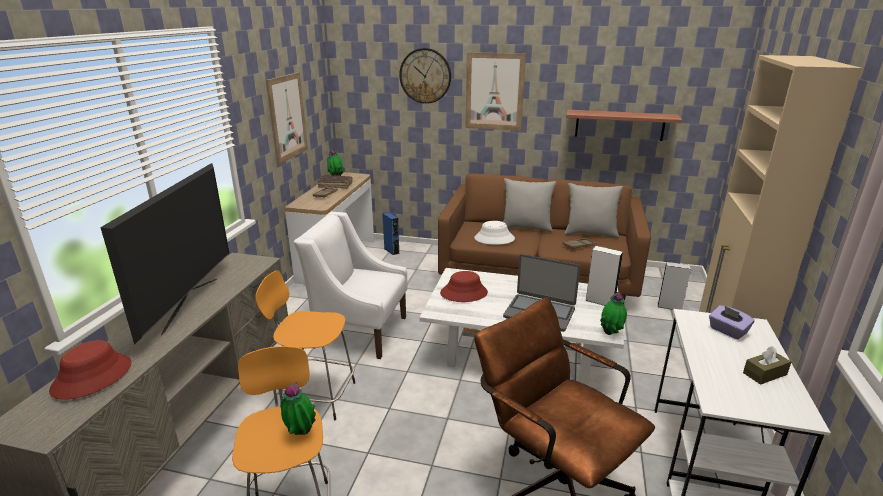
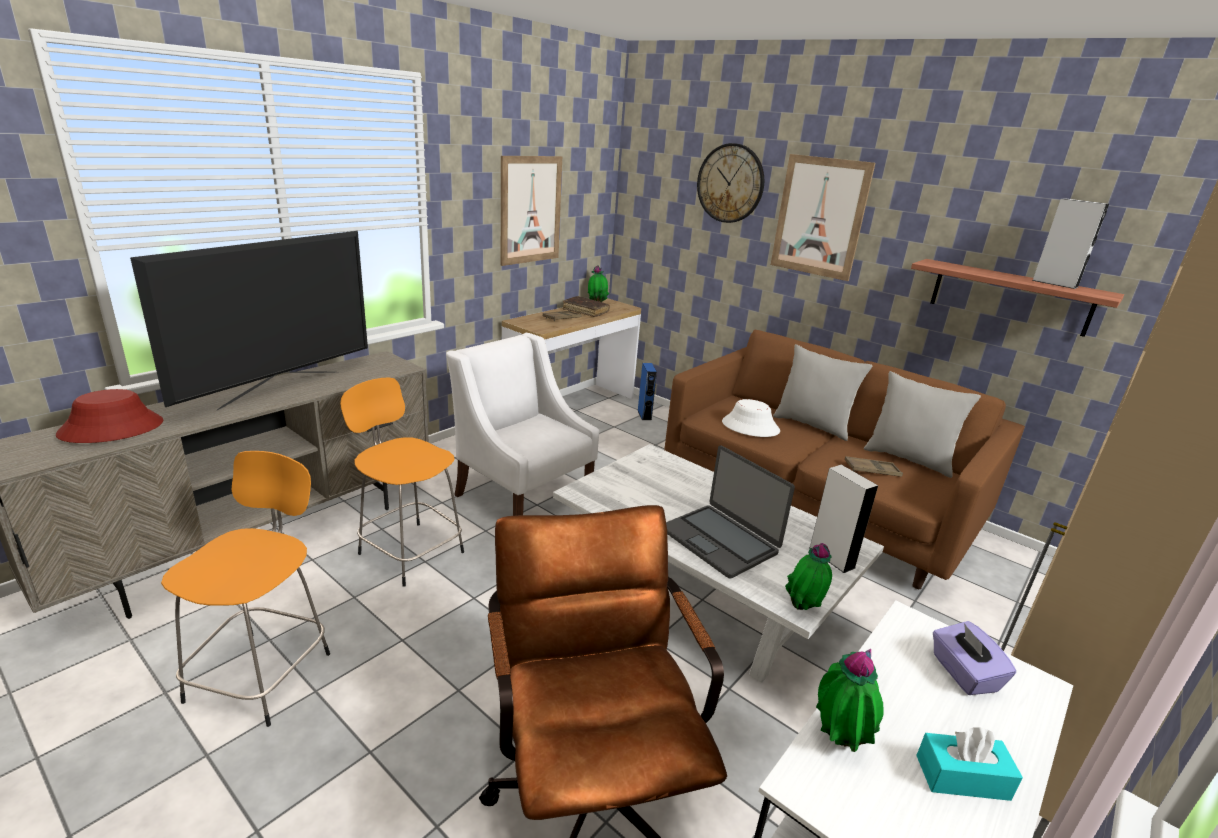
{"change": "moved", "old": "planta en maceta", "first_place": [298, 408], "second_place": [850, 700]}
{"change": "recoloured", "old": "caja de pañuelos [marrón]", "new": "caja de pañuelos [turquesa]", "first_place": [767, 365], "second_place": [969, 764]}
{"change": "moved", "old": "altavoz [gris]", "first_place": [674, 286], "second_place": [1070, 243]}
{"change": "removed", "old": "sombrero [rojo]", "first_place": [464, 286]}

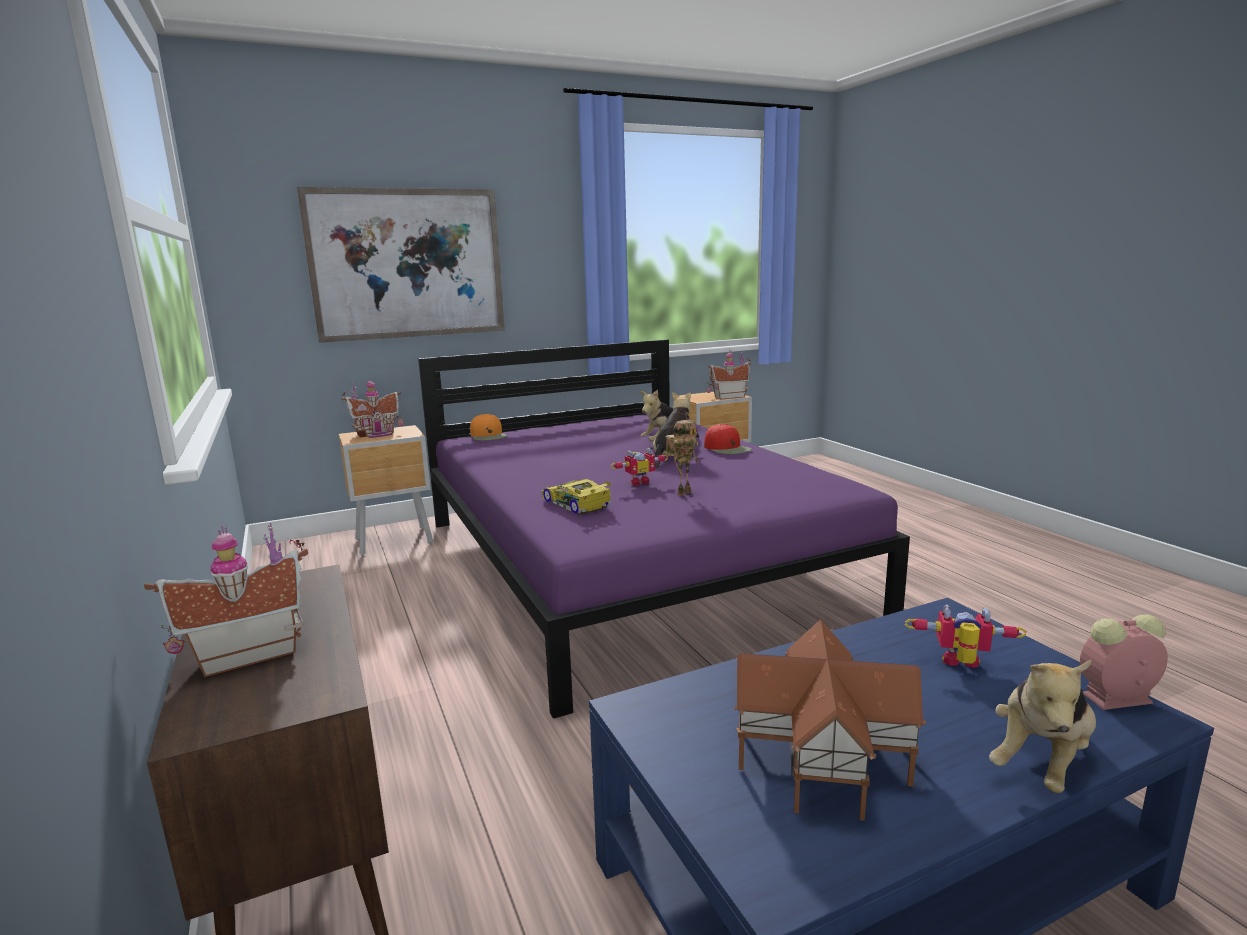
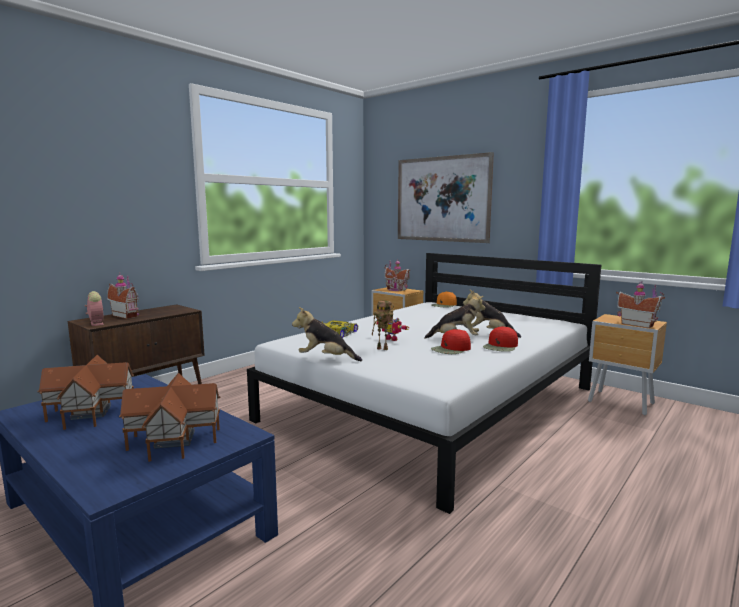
{"change": "moved", "old": "despertador", "first_place": [1124, 662], "second_place": [94, 308]}
{"change": "replaced", "old": "robot de juguete", "new": "casita", "first_place": [965, 636], "second_place": [169, 417]}
{"change": "recoloured", "old": "cama [morado]", "new": "cama [blanco]", "first_place": [664, 529], "second_place": [424, 383]}
{"change": "moved", "old": "peluche", "first_place": [1042, 726], "second_place": [327, 334]}
{"change": "added", "new": "gorra [rojo]", "second_place": [451, 341]}

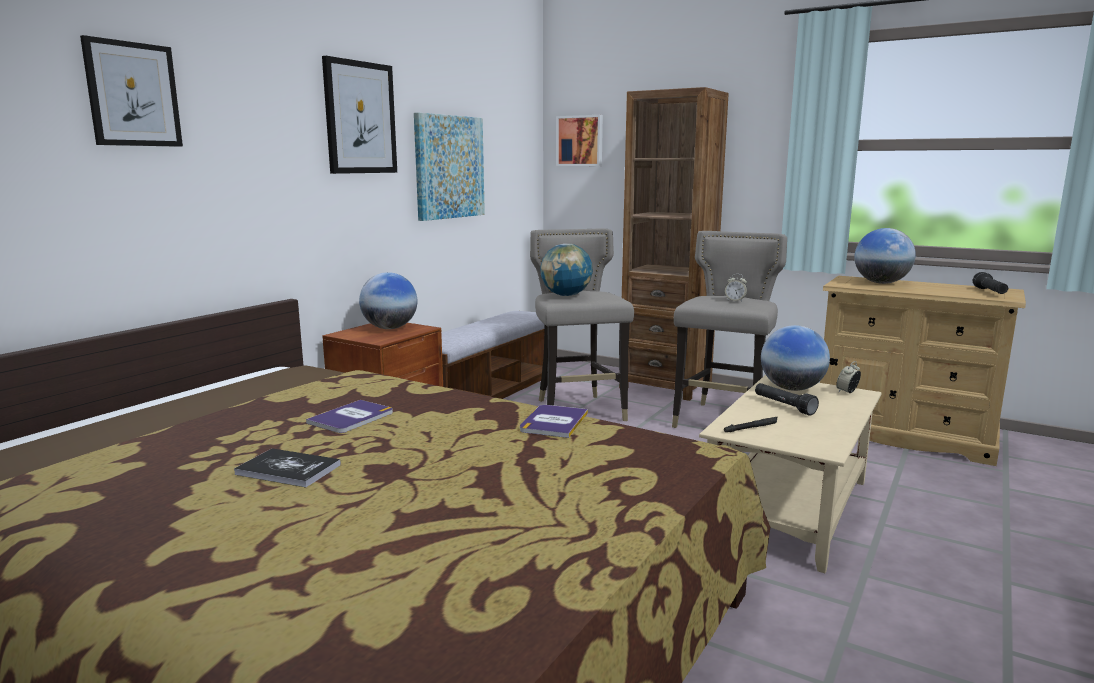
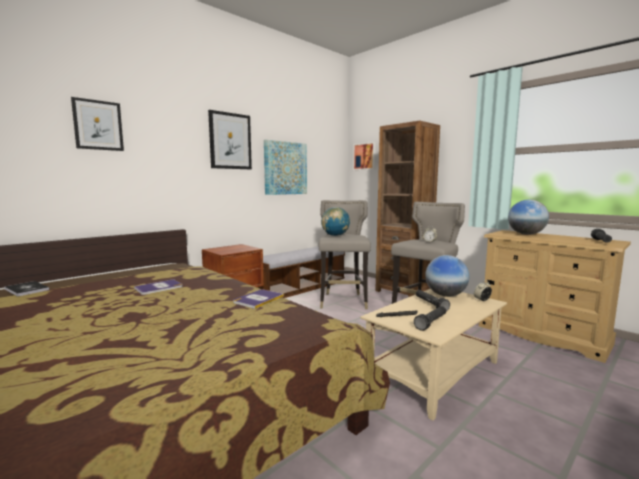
{"change": "moved", "old": "libro", "first_place": [287, 467], "second_place": [26, 289]}
{"change": "added", "new": "linterna [negro]", "second_place": [430, 318]}
{"change": "removed", "old": "globo terráqueo", "first_place": [388, 300]}

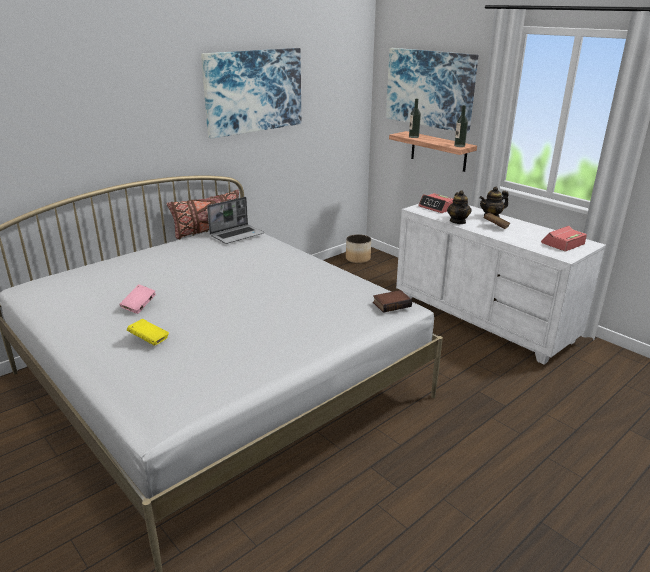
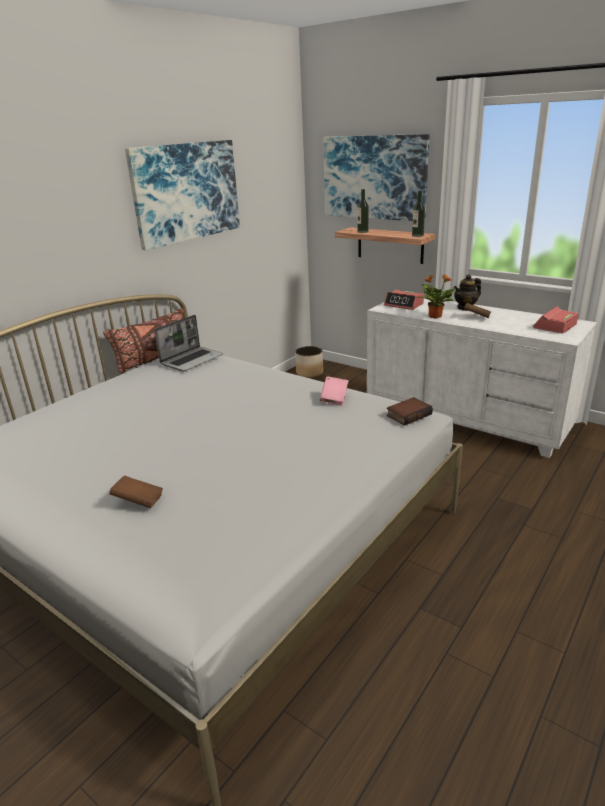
{"change": "recoloured", "old": "libro [amarillo]", "new": "libro [marrón]", "first_place": [148, 332], "second_place": [136, 492]}
{"change": "moved", "old": "libro [rosa]", "first_place": [137, 299], "second_place": [334, 391]}
{"change": "replaced", "old": "tetera", "new": "planta en maceta", "first_place": [459, 207], "second_place": [436, 296]}

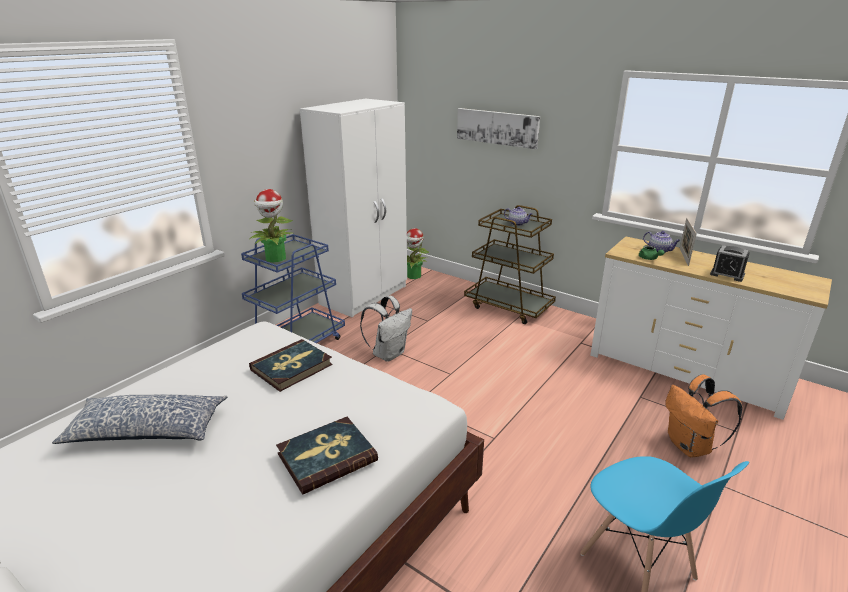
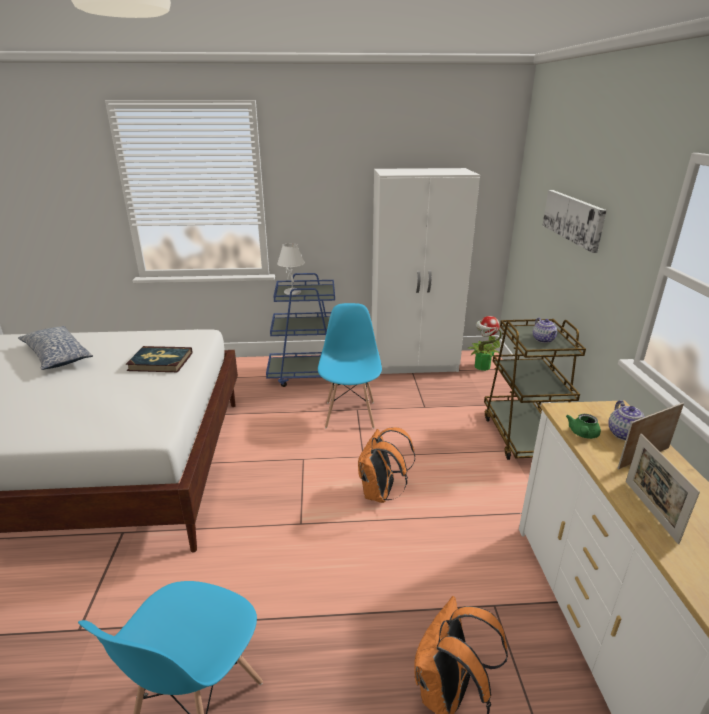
{"change": "replaced", "old": "planta en maceta", "new": "lámpara de mesa [blanco]", "first_place": [271, 225], "second_place": [291, 269]}
{"change": "replaced", "old": "mochila [blanco]", "new": "silla [azul]", "first_place": [386, 329], "second_place": [350, 366]}
{"change": "added", "new": "mochila [naranja]", "second_place": [386, 465]}
{"change": "replaced", "old": "despertador", "new": "portarretratos", "first_place": [730, 263], "second_place": [663, 489]}
{"change": "removed", "old": "libro", "first_place": [327, 455]}

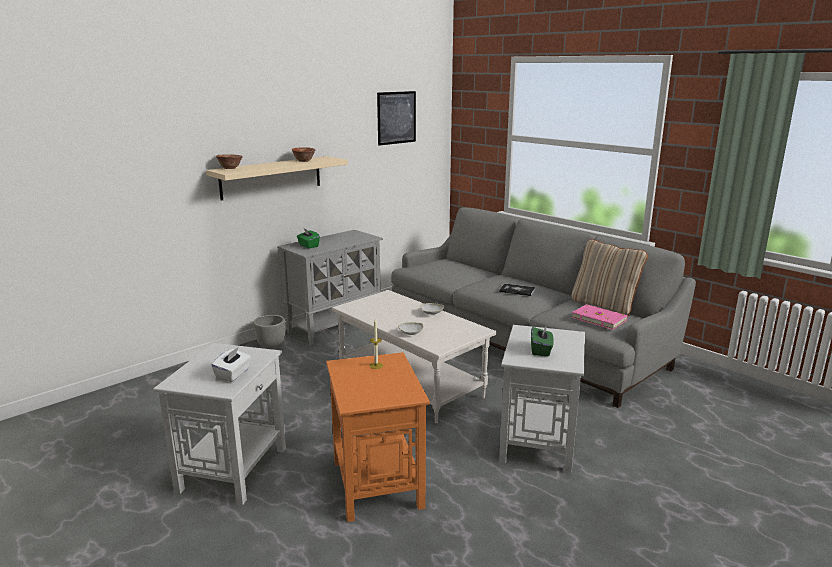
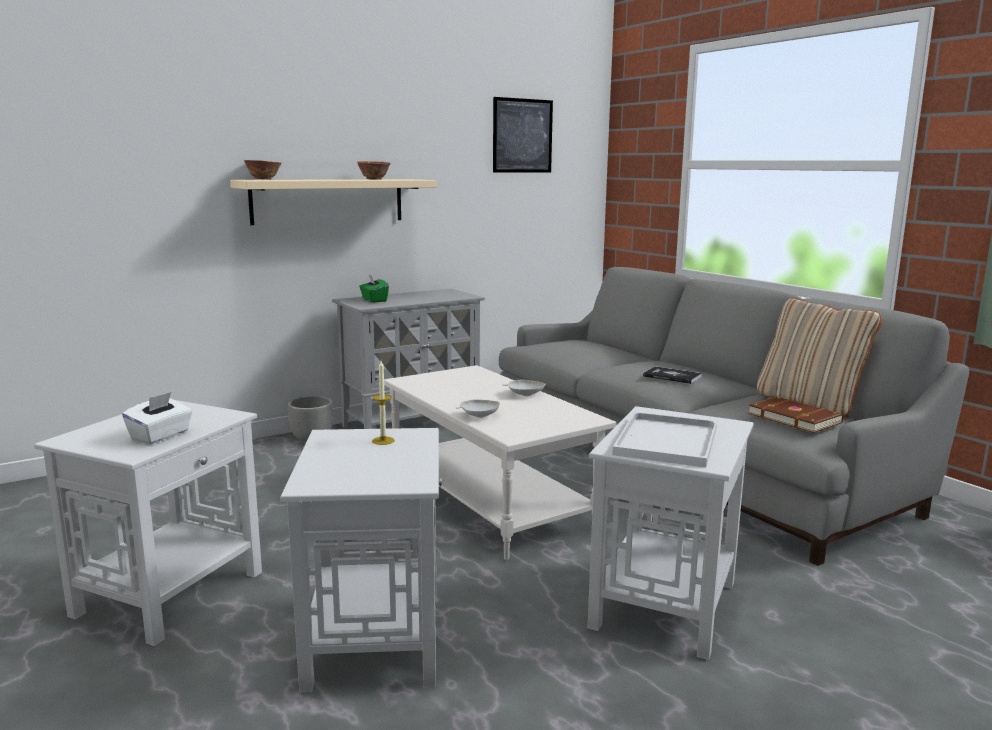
{"change": "recoloured", "old": "mesa auxiliar [naranja]", "new": "mesa auxiliar [blanco]", "first_place": [378, 437], "second_place": [361, 560]}
{"change": "replaced", "old": "caja de pañuelos [verde]", "new": "bandeja [blanco]", "first_place": [542, 341], "second_place": [664, 439]}
{"change": "recoloured", "old": "libro [rosa]", "new": "libro [marrón]", "first_place": [599, 317], "second_place": [796, 415]}

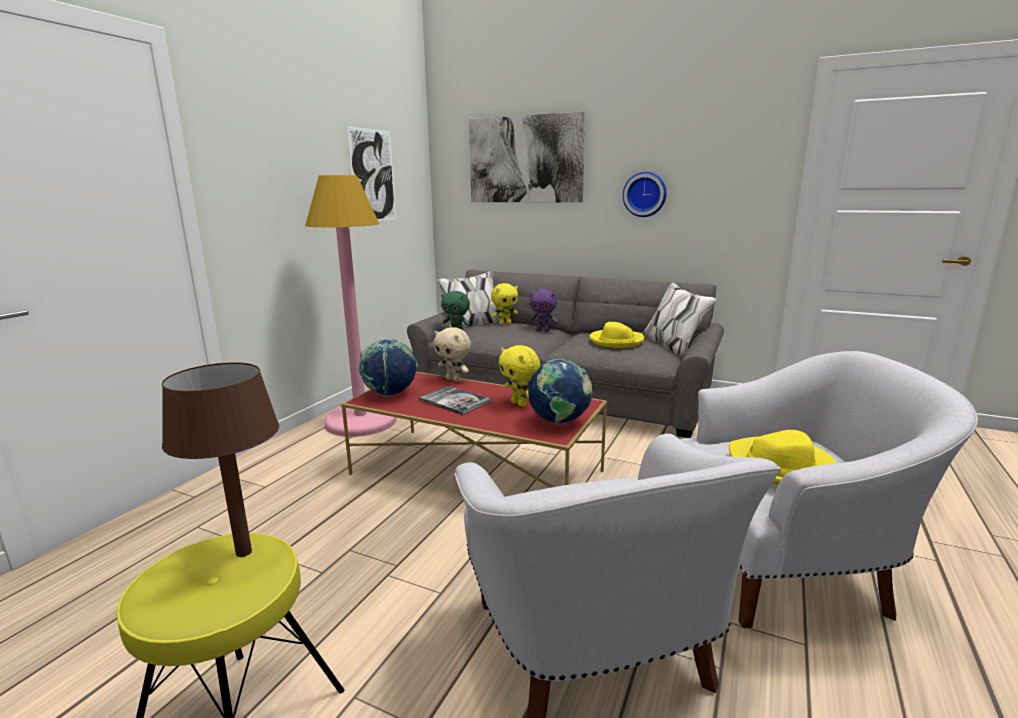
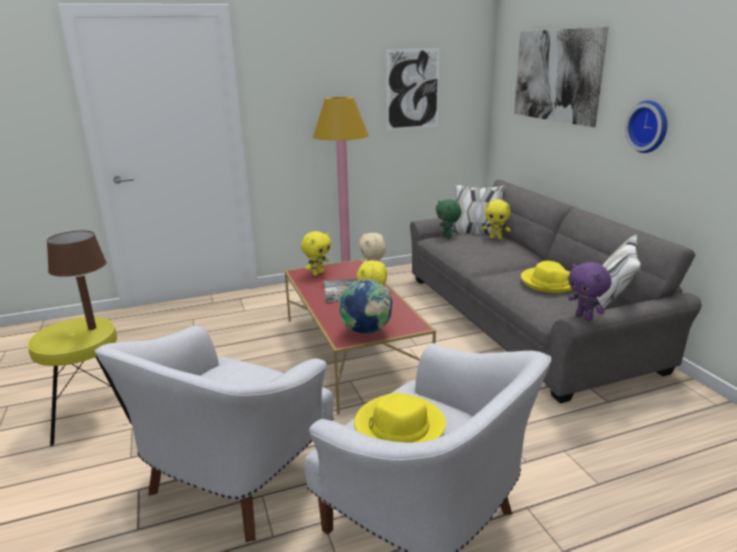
{"change": "replaced", "old": "globo terráqueo", "new": "peluche [amarillo]", "first_place": [388, 367], "second_place": [316, 253]}
{"change": "moved", "old": "peluche [morado]", "first_place": [543, 310], "second_place": [590, 291]}

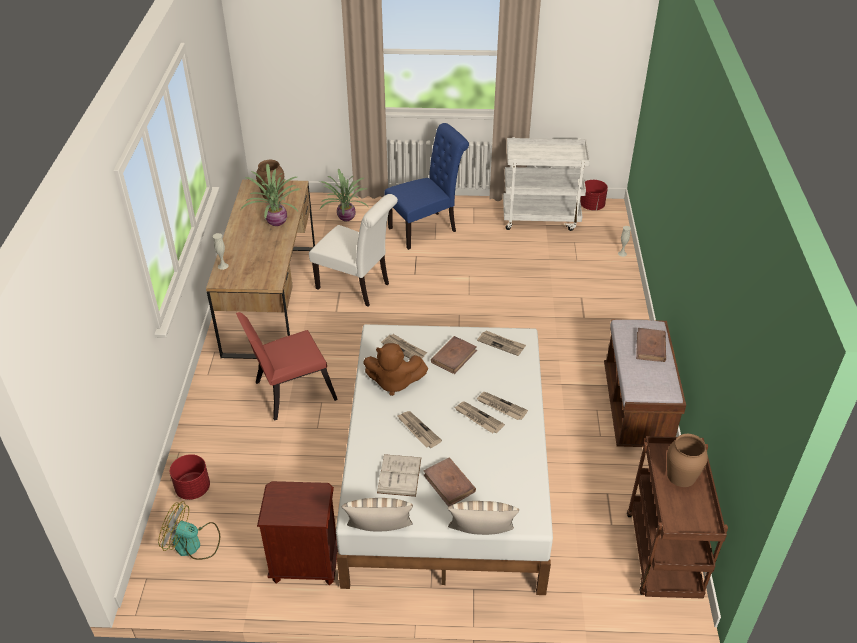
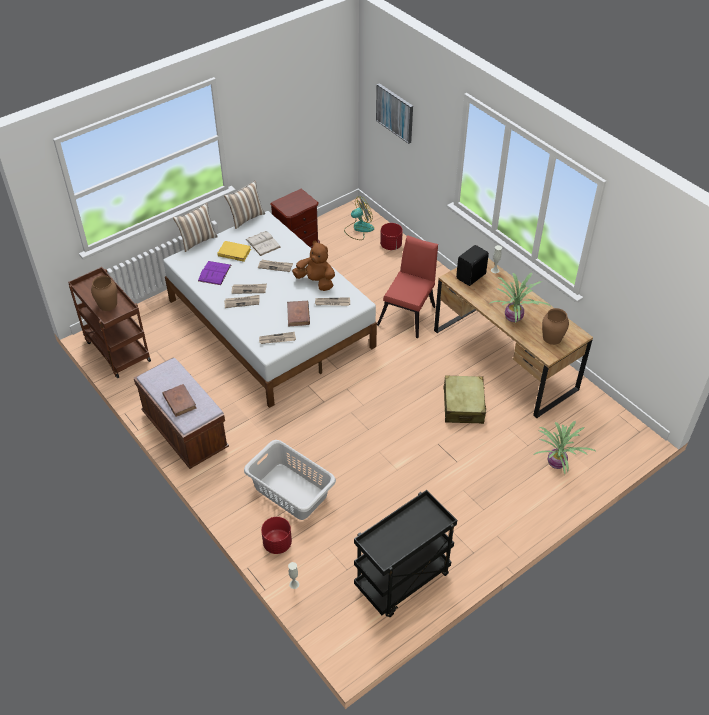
{"change": "added", "new": "libro [morado]", "second_place": [214, 273]}
{"change": "recoloured", "old": "libro [marrón]", "new": "libro [amarillo]", "first_place": [450, 482], "second_place": [234, 251]}
{"change": "added", "new": "cesto de la ropa [gris]", "second_place": [290, 480]}
{"change": "moved", "old": "maceta [rojo]", "first_place": [594, 195], "second_place": [276, 535]}
{"change": "turned", "old": "peluche [marrón]", "first_place": [395, 369], "second_place": [313, 266], "degrees": 60}
{"change": "recoloured", "old": "carrito [blanco]", "new": "carrito [negro]", "first_place": [546, 184], "second_place": [405, 553]}
{"change": "added", "new": "cuadro", "second_place": [394, 113]}
{"change": "replaced", "old": "silla [blanco]", "new": "maleta [beis]", "first_place": [353, 250], "second_place": [465, 399]}
{"change": "added", "new": "altavoz [negro]", "second_place": [472, 265]}
{"change": "removed", "old": "silla [azul]", "first_place": [426, 186]}

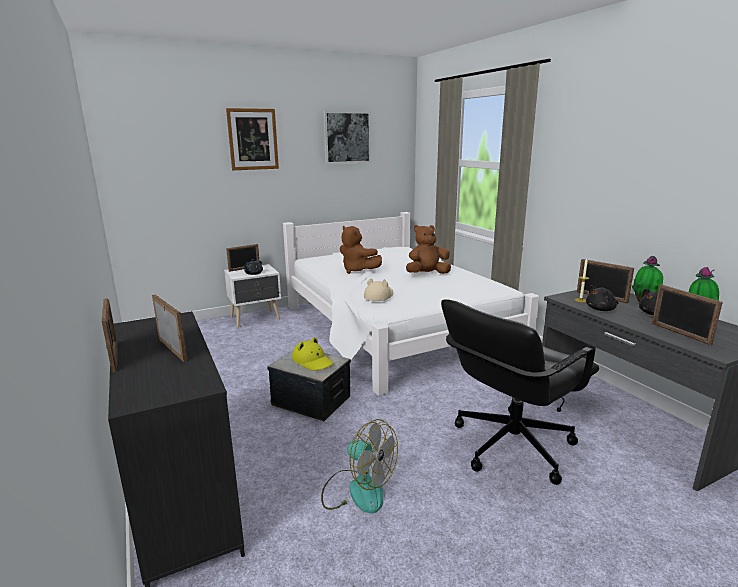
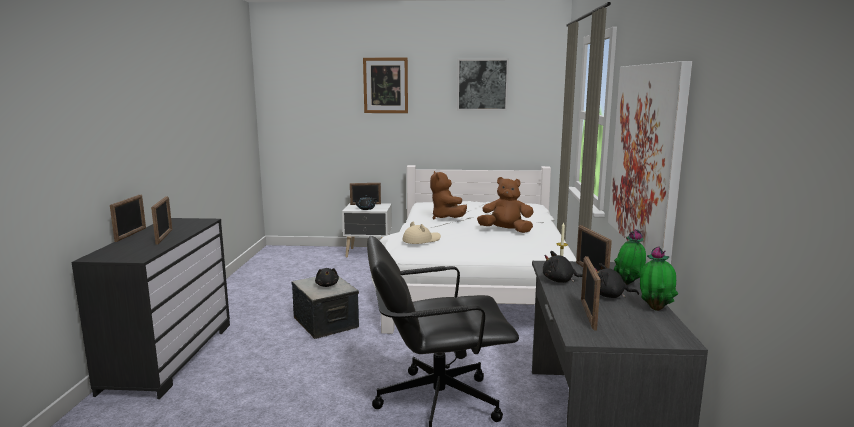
{"change": "replaced", "old": "sombrero [amarillo]", "new": "peluche [negro]", "first_place": [313, 353], "second_place": [327, 277]}
{"change": "added", "new": "cuadro", "second_place": [650, 162]}
{"change": "removed", "old": "ventilador", "first_place": [359, 466]}

